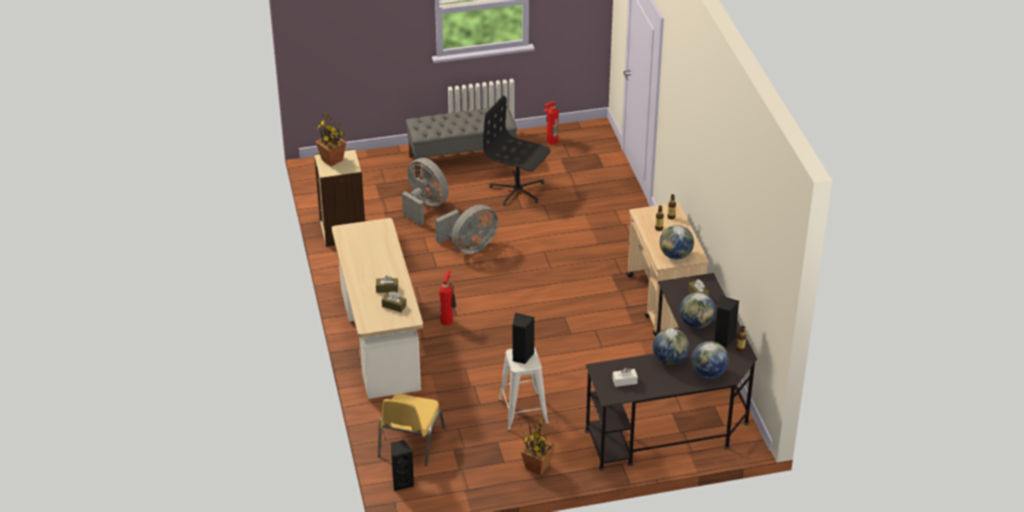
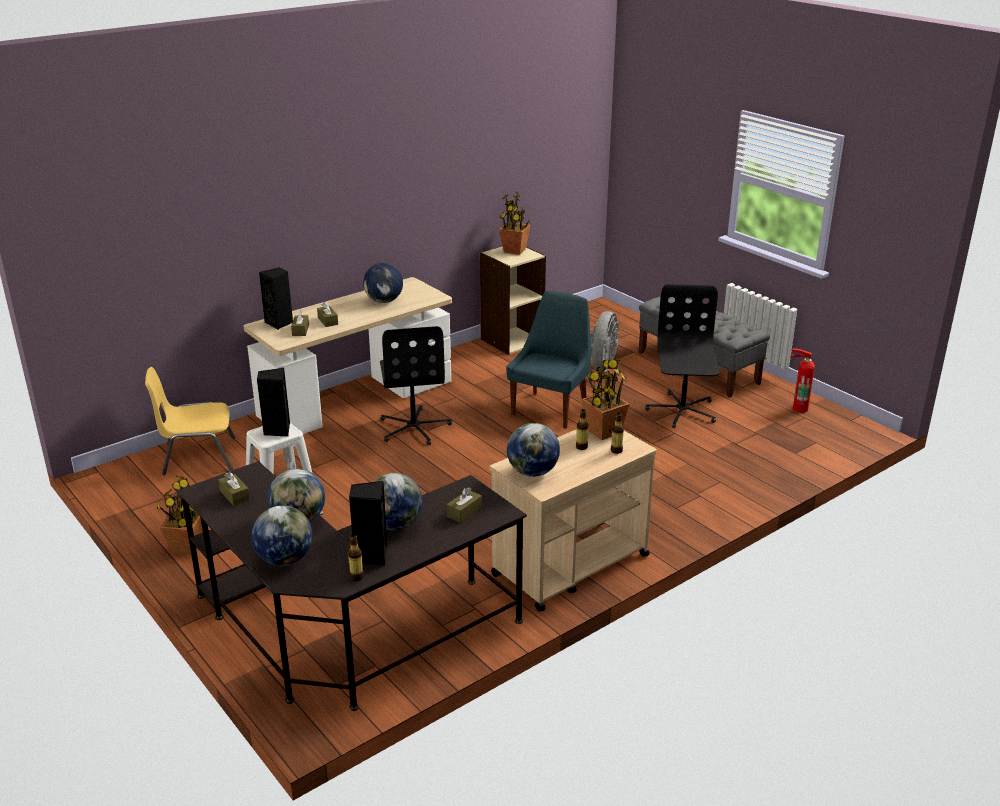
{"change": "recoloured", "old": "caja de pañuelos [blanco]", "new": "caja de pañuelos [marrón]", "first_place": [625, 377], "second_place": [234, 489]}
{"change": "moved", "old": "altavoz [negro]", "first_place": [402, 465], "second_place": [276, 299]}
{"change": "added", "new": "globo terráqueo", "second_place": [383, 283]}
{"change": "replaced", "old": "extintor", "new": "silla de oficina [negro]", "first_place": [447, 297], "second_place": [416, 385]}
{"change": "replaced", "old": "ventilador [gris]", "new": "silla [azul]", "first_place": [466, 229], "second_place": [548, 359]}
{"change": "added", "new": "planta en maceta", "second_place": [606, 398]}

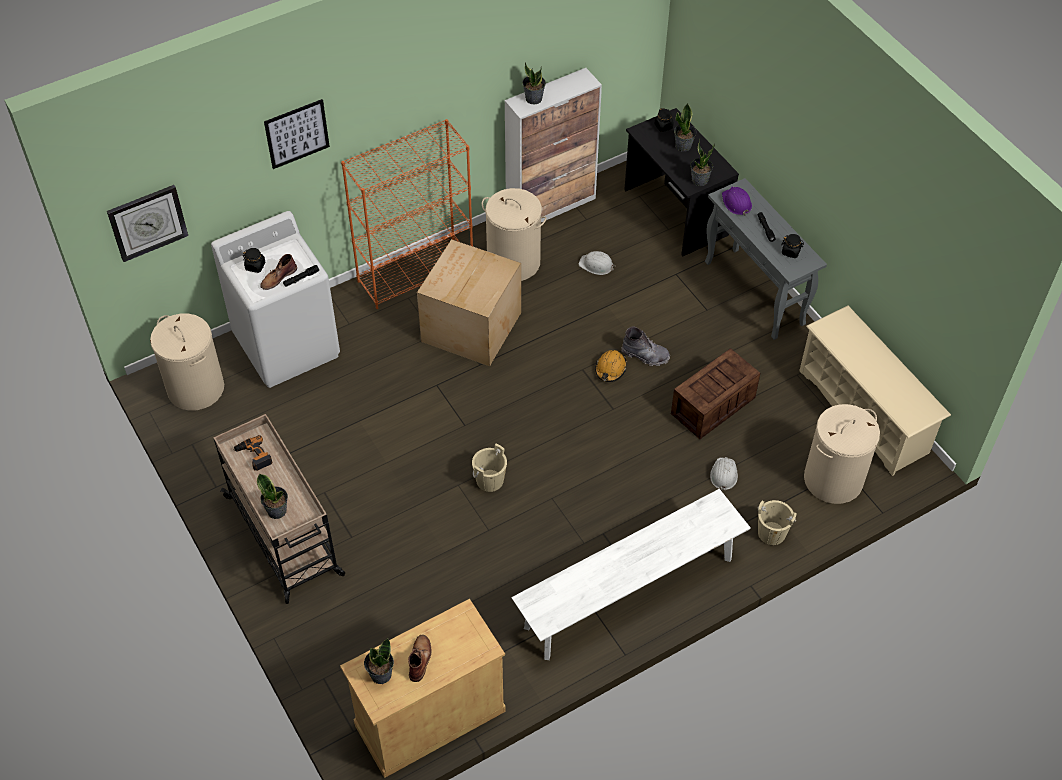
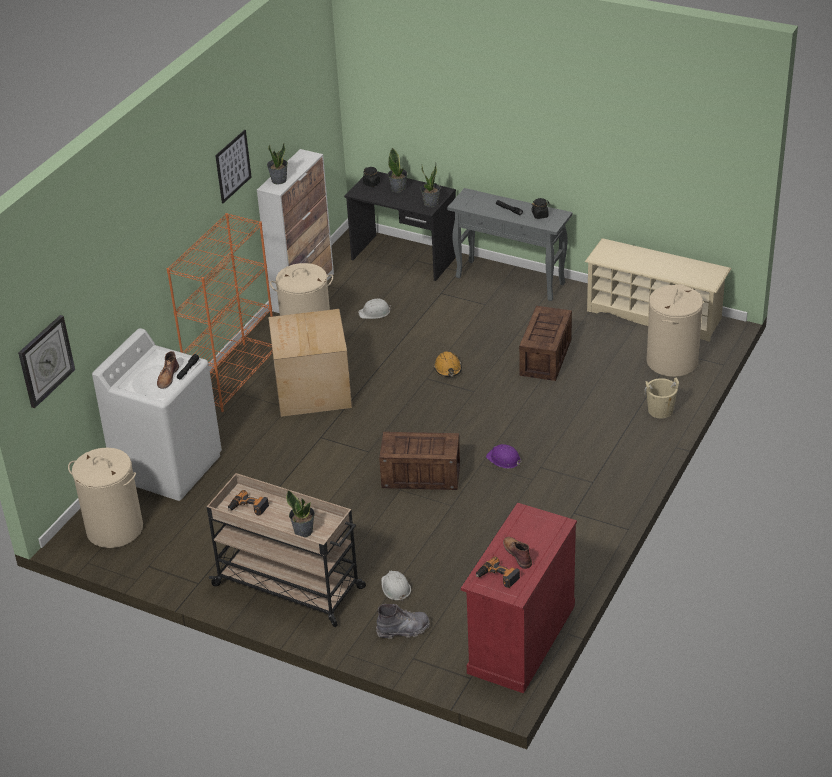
{"change": "moved", "old": "cuadro", "first_place": [297, 134], "second_place": [233, 166]}
{"change": "moved", "old": "bota [gris]", "first_place": [645, 346], "second_place": [403, 621]}
{"change": "replaced", "old": "cubo [beis]", "new": "caja de embalaje", "first_place": [489, 468], "second_place": [419, 461]}
{"change": "moved", "old": "casco [blanco]", "first_place": [724, 474], "second_place": [396, 586]}
{"change": "recoloured", "old": "armario [beis]", "new": "armario [rojo]", "first_place": [423, 688], "second_place": [519, 598]}
{"change": "replaced", "old": "planta en maceta", "new": "taladro", "first_place": [379, 661], "second_place": [498, 572]}
{"change": "moved", "old": "casco [morado]", "first_place": [737, 201], "second_place": [504, 456]}
{"change": "removed", "old": "tarro [negro]", "first_place": [254, 260]}
{"change": "removed", "old": "banco [blanco]", "first_place": [631, 574]}

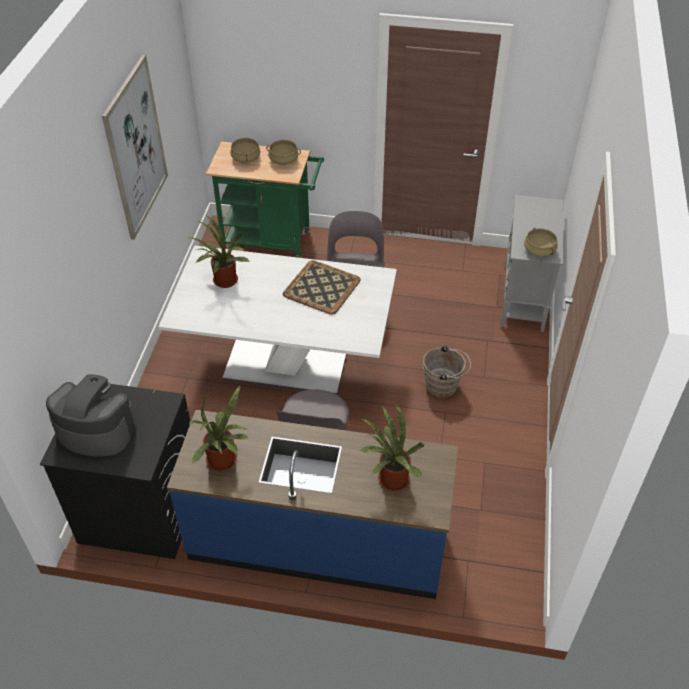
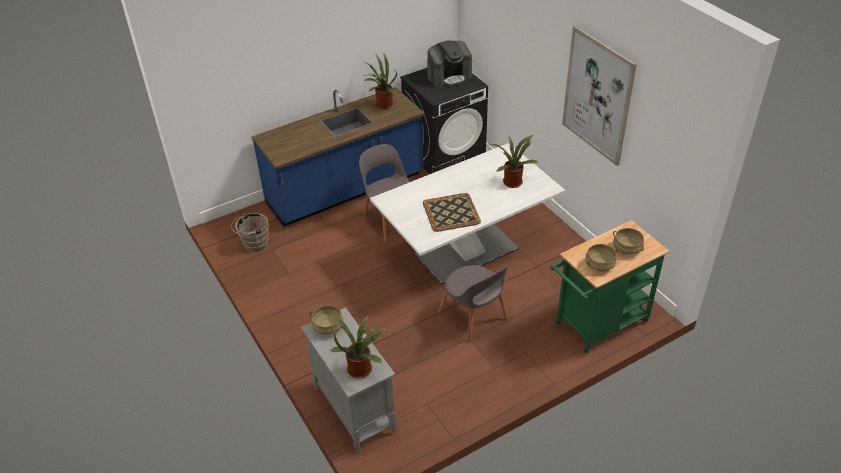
{"change": "moved", "old": "cubo [marrón]", "first_place": [447, 372], "second_place": [250, 232]}
{"change": "moved", "old": "planta en maceta", "first_place": [391, 447], "second_place": [358, 346]}

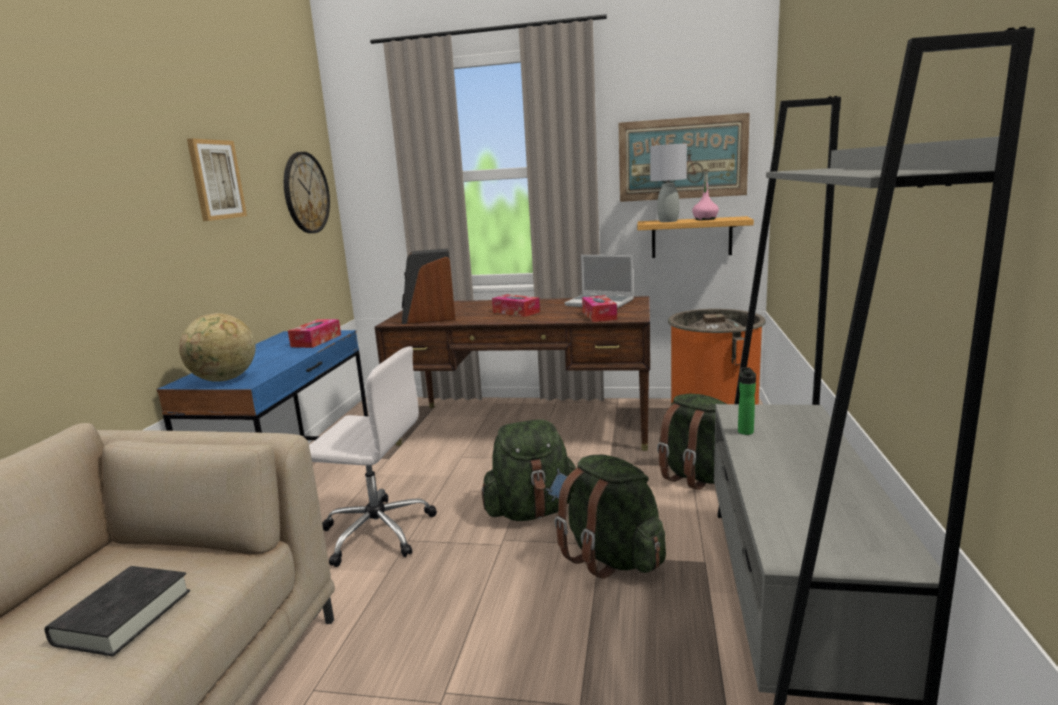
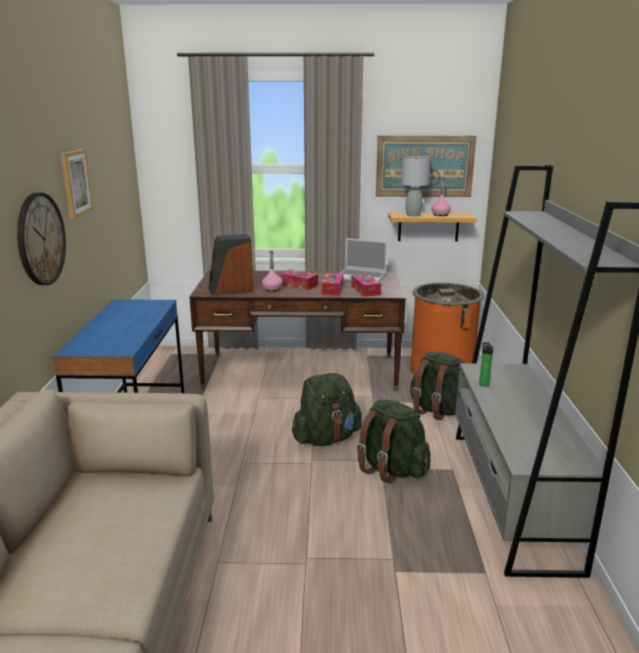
{"change": "moved", "old": "reloj de pared", "first_place": [307, 192], "second_place": [41, 239]}
{"change": "added", "new": "botella [rosa]", "second_place": [272, 270]}
{"change": "moved", "old": "caja de pañuelos", "first_place": [314, 333], "second_place": [332, 284]}
{"change": "removed", "old": "libro [negro]", "first_place": [117, 611]}
{"change": "removed", "old": "globo terráqueo", "first_place": [217, 347]}
{"change": "removed", "old": "silla de oficina [blanco]", "first_place": [373, 457]}

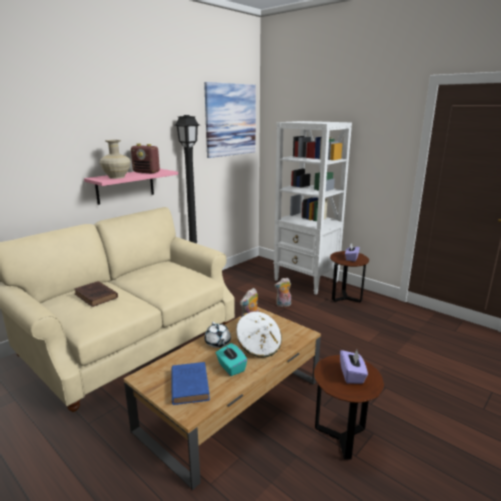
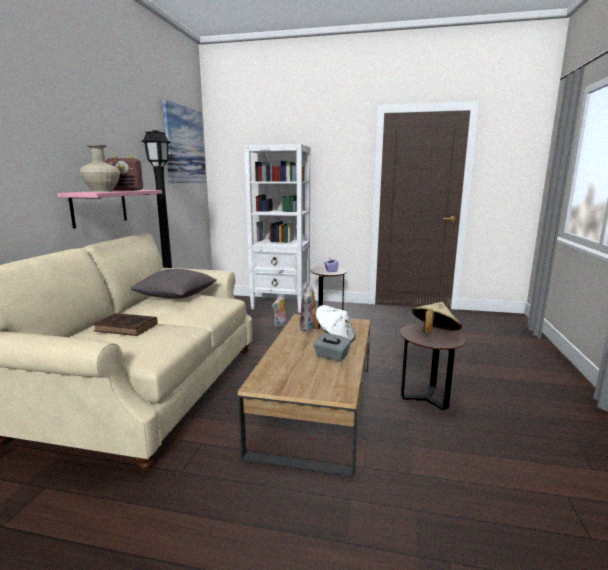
{"change": "added", "new": "cojín [gris]", "second_place": [174, 284]}
{"change": "recoloured", "old": "caja de pañuelos [turquesa]", "new": "caja de pañuelos [gris]", "first_place": [231, 359], "second_place": [332, 346]}
{"change": "replaced", "old": "caja de pañuelos [morado]", "new": "sombrero [beis]", "first_place": [354, 367], "second_place": [437, 317]}
{"change": "removed", "old": "libro [azul]", "first_place": [190, 383]}
{"change": "removed", "old": "tetera [blanco]", "first_place": [218, 335]}

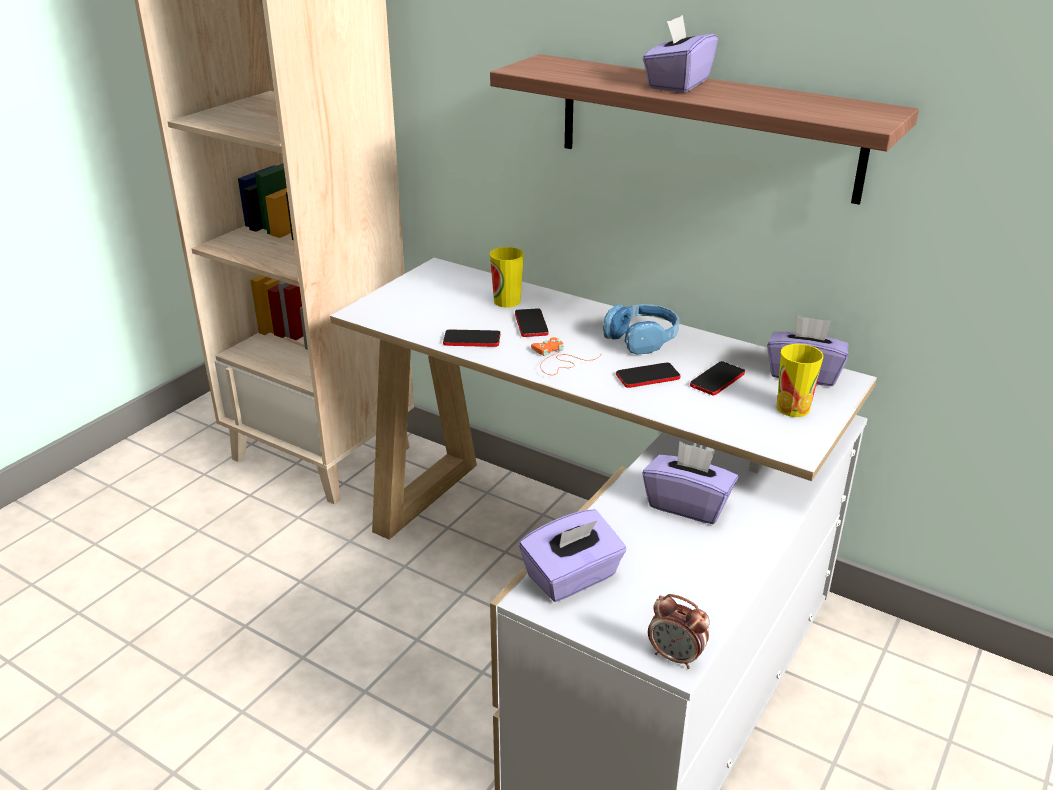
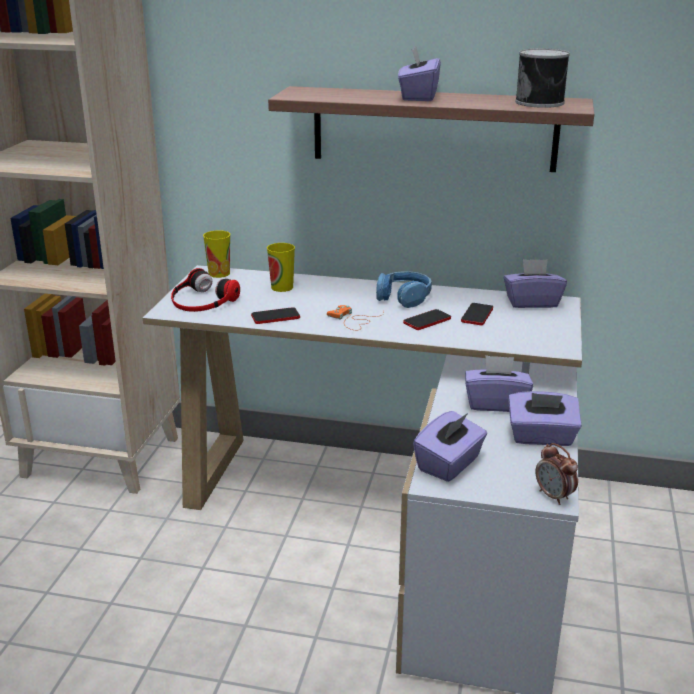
{"change": "added", "new": "auriculares", "second_place": [205, 290]}
{"change": "moved", "old": "taza", "first_place": [800, 380], "second_place": [216, 254]}
{"change": "added", "new": "caja de pañuelos [morado]", "second_place": [545, 418]}
{"change": "added", "new": "lata", "second_place": [542, 78]}
{"change": "turned", "old": "despertador", "first_place": [679, 631], "second_place": [556, 474], "degrees": 45}
{"change": "removed", "old": "móvil", "first_place": [531, 322]}

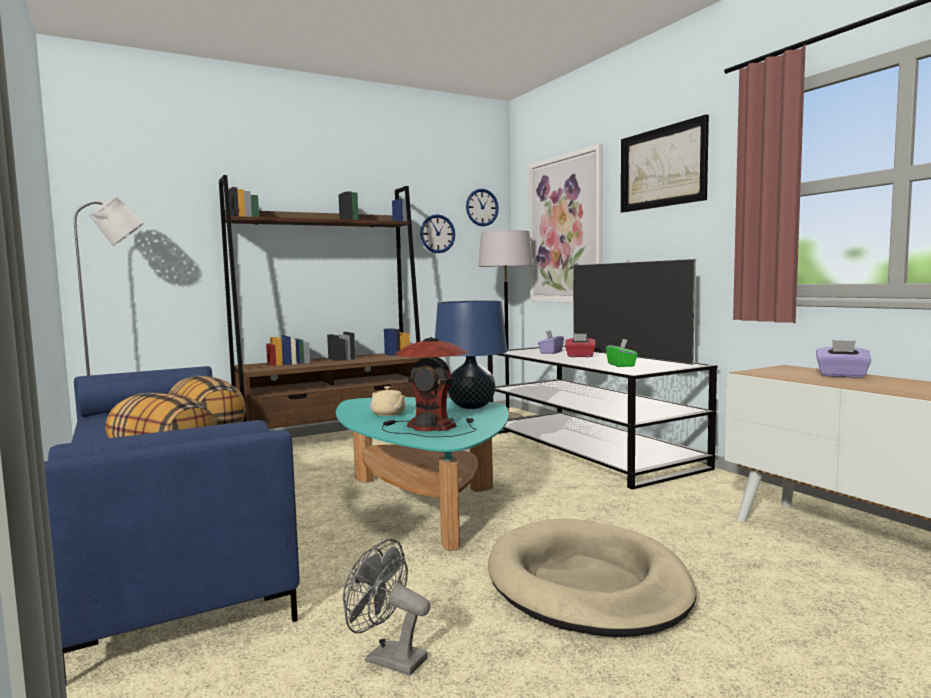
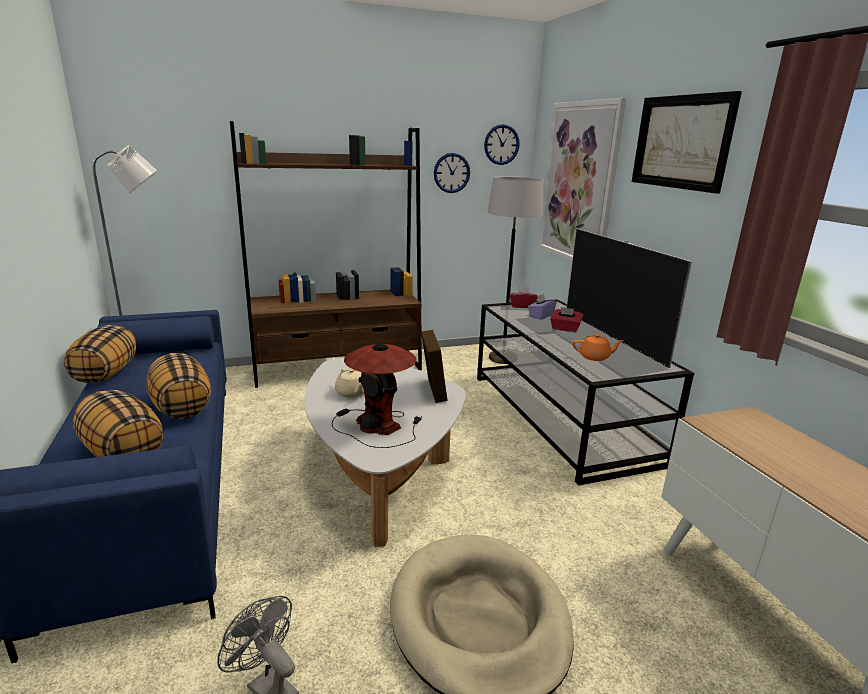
{"change": "added", "new": "cojín", "second_place": [100, 354]}
{"change": "recoloured", "old": "mesa de centro [turquesa]", "new": "mesa de centro [blanco]", "first_place": [422, 474], "second_place": [385, 452]}
{"change": "replaced", "old": "lámpara de mesa [azul]", "new": "portarretratos", "first_place": [471, 354], "second_place": [434, 366]}
{"change": "added", "new": "caja de pañuelos [rojo]", "second_place": [523, 296]}
{"change": "replaced", "old": "caja de pañuelos [verde]", "new": "tetera [naranja]", "first_place": [622, 353], "second_place": [598, 347]}
{"change": "removed", "old": "caja de pañuelos [morado]", "first_place": [843, 359]}

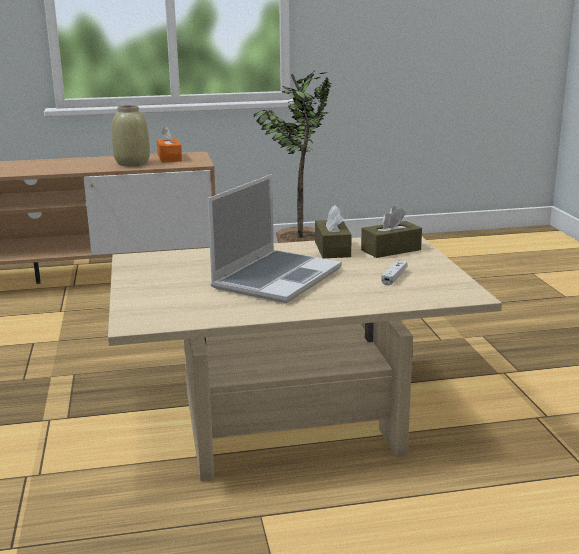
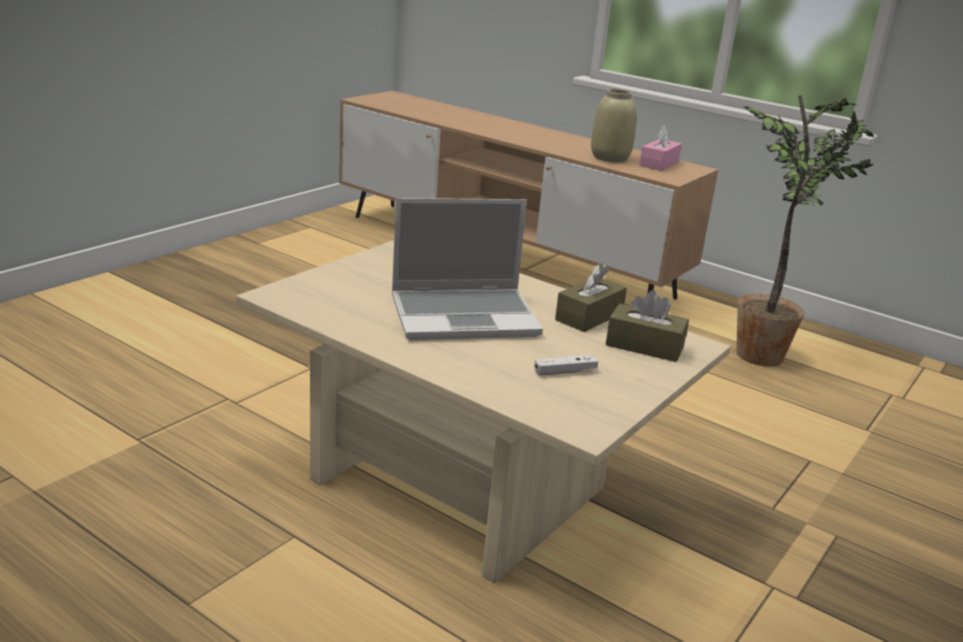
{"change": "recoloured", "old": "caja de pañuelos [naranja]", "new": "caja de pañuelos [rosa]", "first_place": [169, 144], "second_place": [660, 148]}

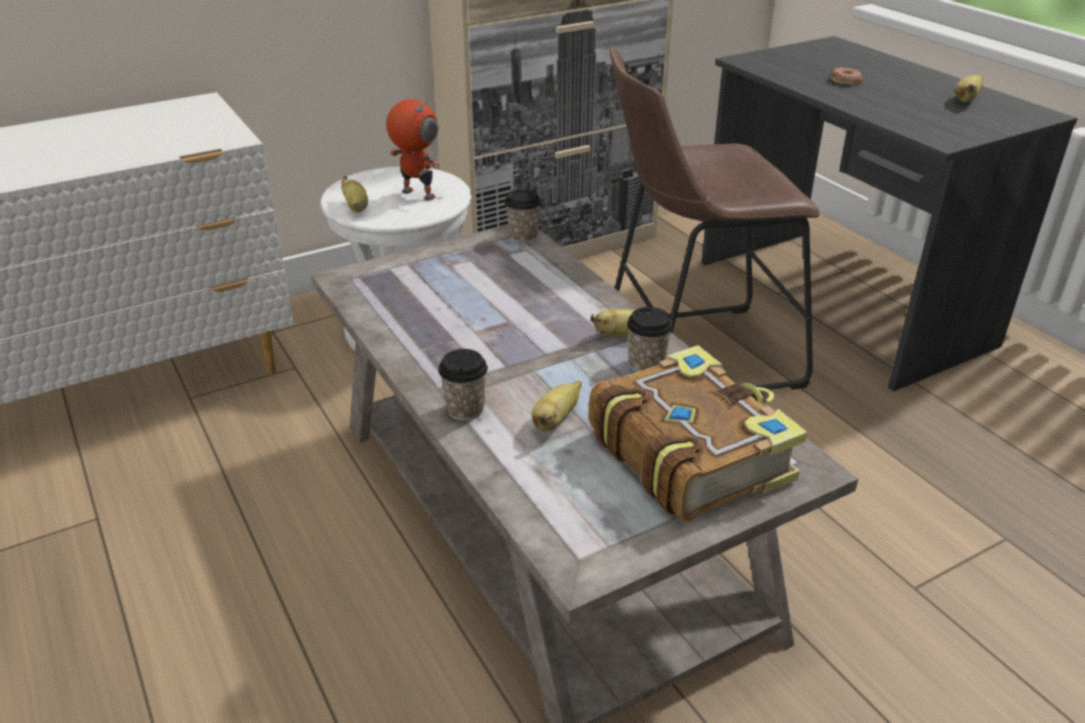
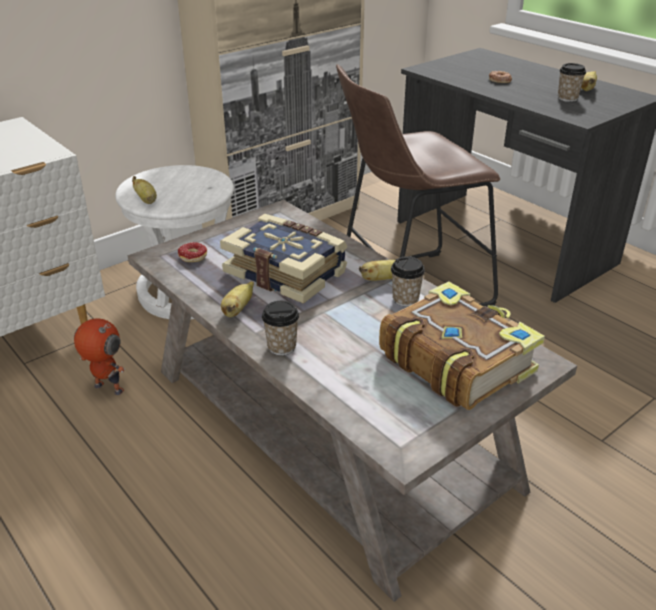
{"change": "moved", "old": "robot de juguete", "first_place": [413, 150], "second_place": [99, 356]}
{"change": "added", "new": "rosquilla", "second_place": [192, 252]}
{"change": "added", "new": "libro", "second_place": [283, 259]}
{"change": "moved", "old": "plátano", "first_place": [557, 406], "second_place": [237, 299]}
{"change": "moved", "old": "taza", "first_place": [523, 216], "second_place": [572, 82]}

